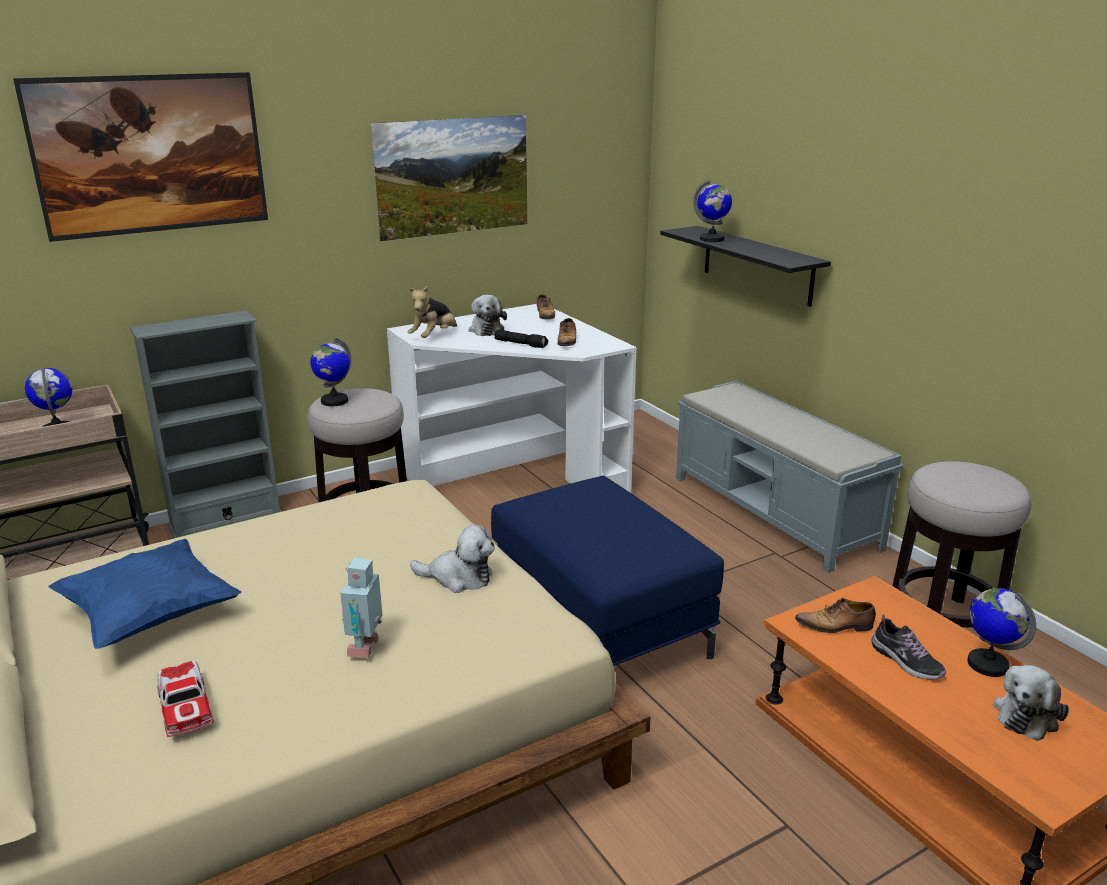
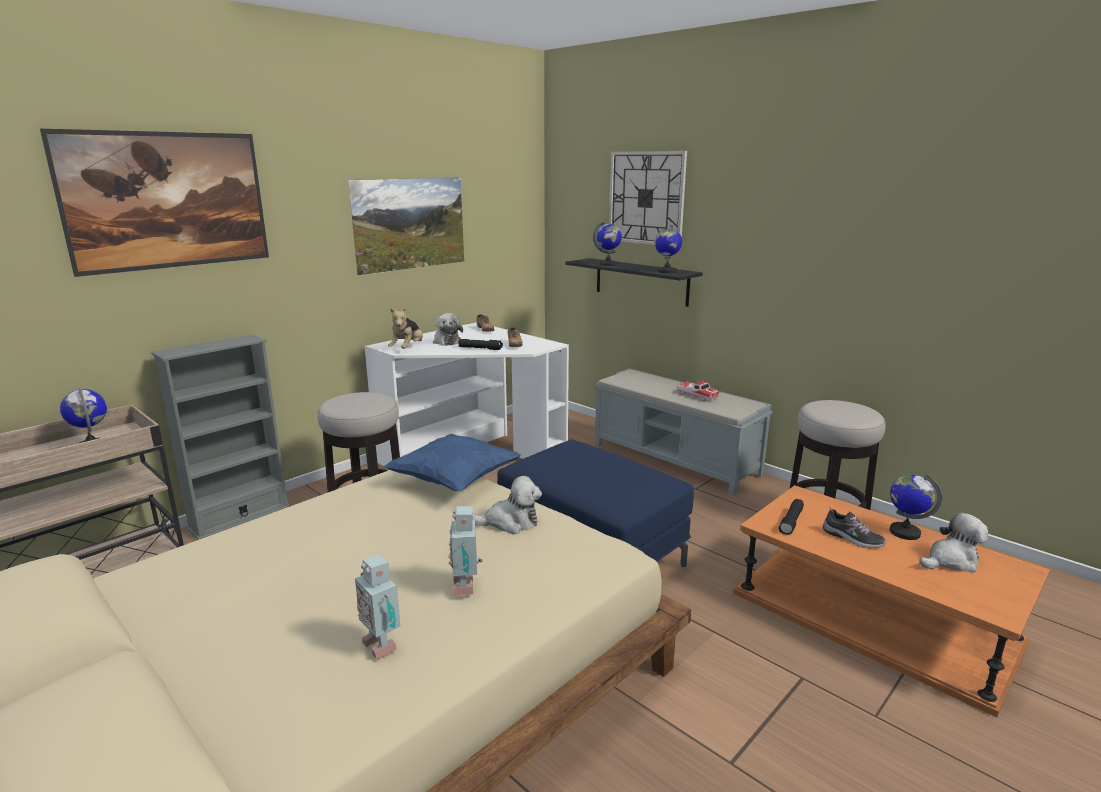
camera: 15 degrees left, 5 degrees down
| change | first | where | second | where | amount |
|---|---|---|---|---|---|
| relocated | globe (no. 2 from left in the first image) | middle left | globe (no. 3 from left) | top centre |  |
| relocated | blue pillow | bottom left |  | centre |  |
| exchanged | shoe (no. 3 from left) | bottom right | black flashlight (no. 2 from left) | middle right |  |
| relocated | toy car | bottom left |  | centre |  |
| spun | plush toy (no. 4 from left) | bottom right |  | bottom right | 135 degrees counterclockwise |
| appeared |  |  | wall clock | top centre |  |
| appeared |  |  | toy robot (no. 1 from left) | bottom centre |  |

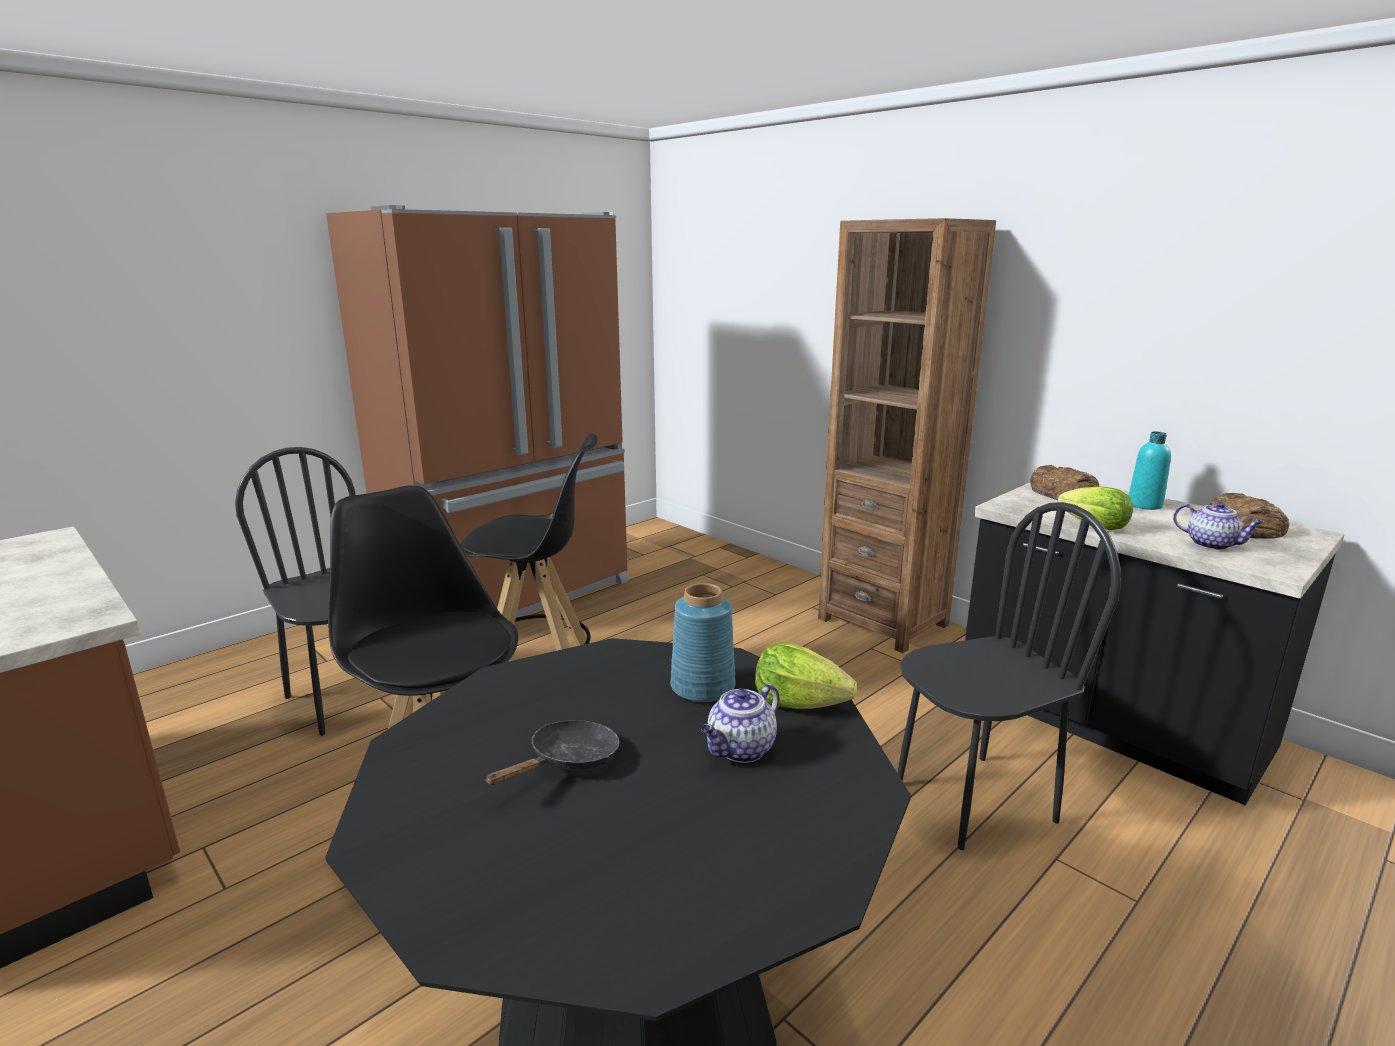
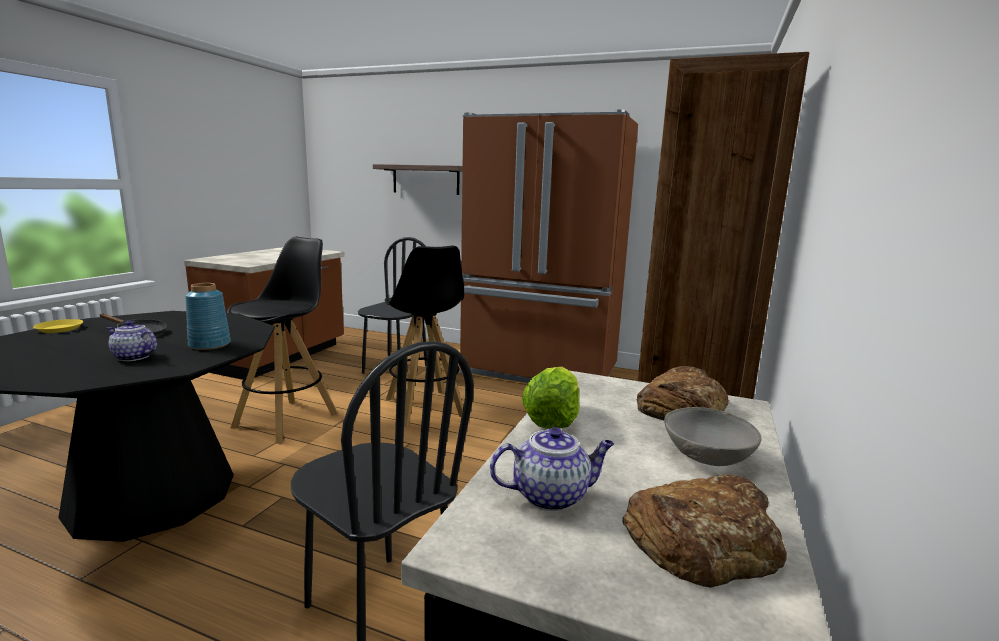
camera: 65 degrees right, 5 degrees down
| change | first | where | second | where | amount |
|---|---|---|---|---|---|
| exchanged | turquoise bottle | middle right | grey bowl | bottom right |  |
| spun | teapot (no. 2 from left) | middle right |  | bottom centre | 120 degrees counterclockwise |
| missing | lettuce (no. 1 from left) | centre |  |  |  |
| appeared |  |  | shelf | top centre |  |
| appeared |  |  | yellow plate | middle left |  |

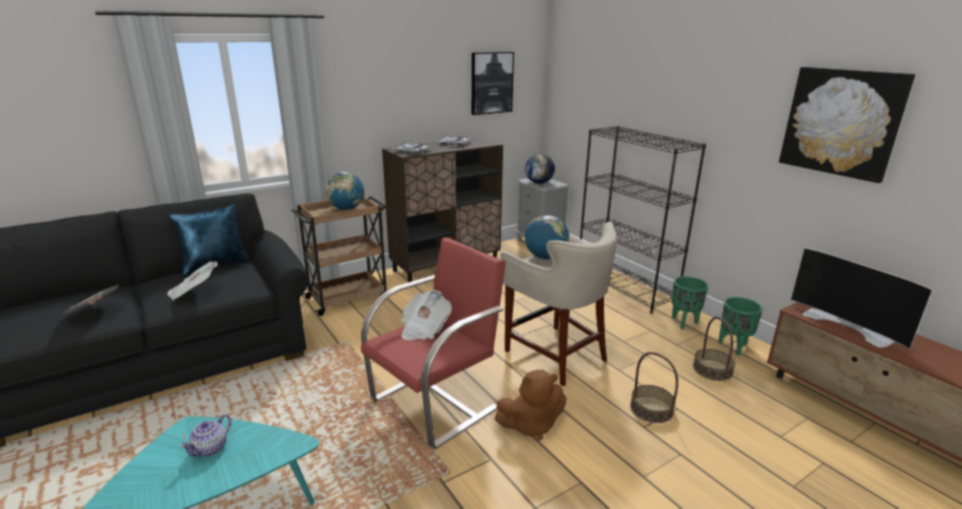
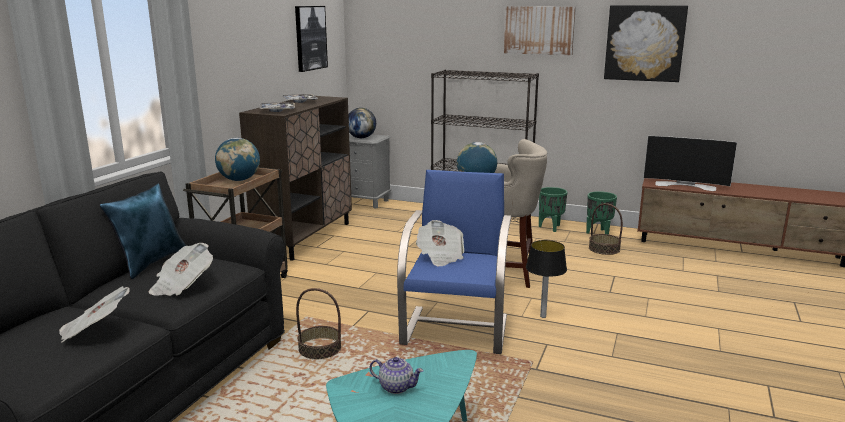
camera: 35 degrees left, 5 degrees down
| change | first | where | second | where | amount |
|---|---|---|---|---|---|
| colour | red armchair | bottom centre | blue armchair | centre |  |
| relocated | basket (no. 1 from left) | bottom right |  | bottom centre |  |
| exchanged | brown plush toy | bottom centre | table lamp | centre |  |
| spun | teapot | bottom left |  | bottom centre | 60 degrees counterclockwise |
| appeared |  |  | picture (no. 2 from left) | top centre |  |

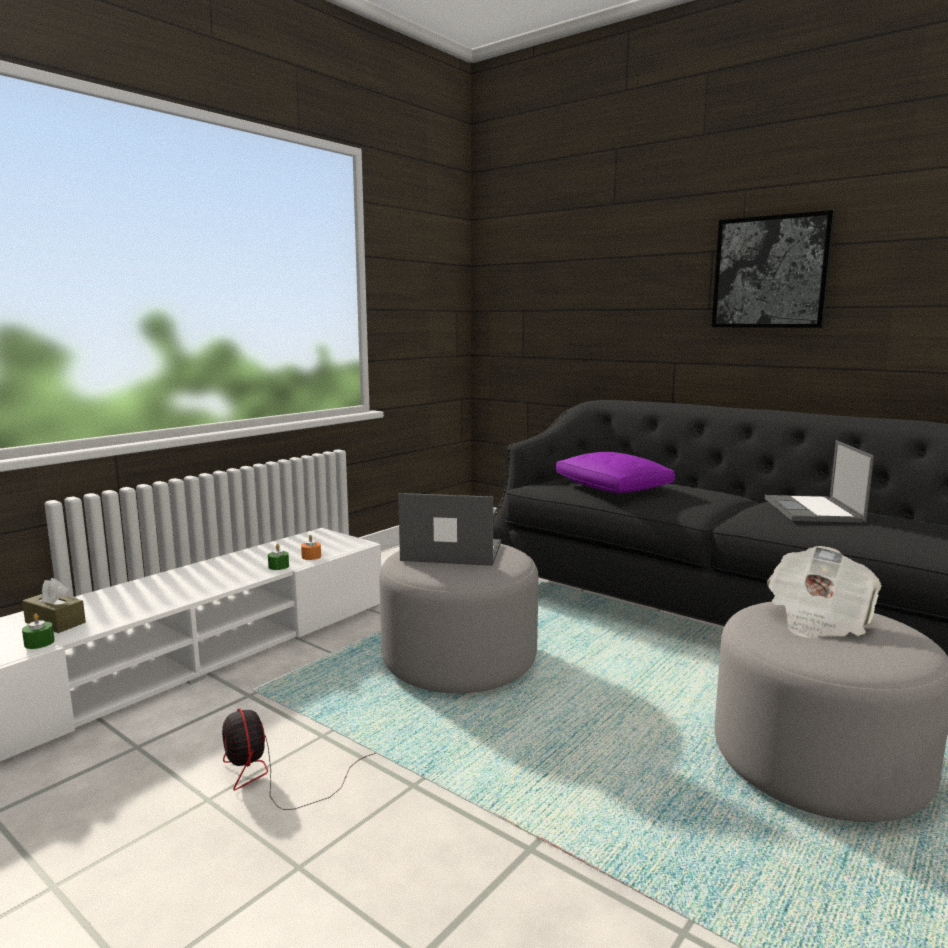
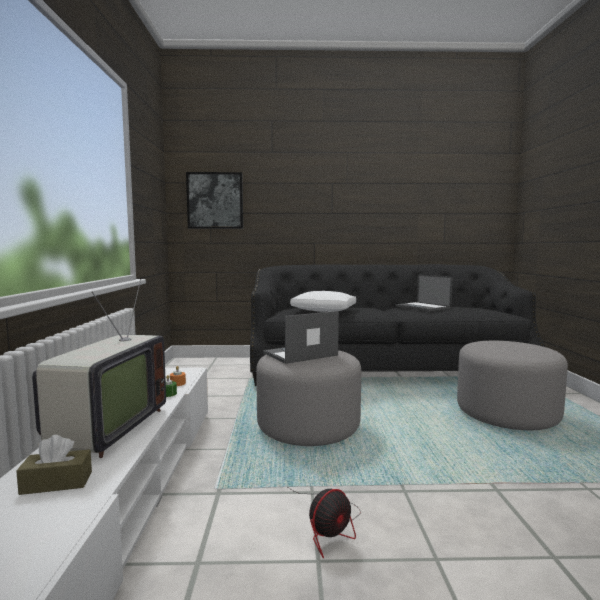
camera: 40 degrees left, 5 degrees down
| change | first | where | second | where | amount |
|---|---|---|---|---|---|
| relocated | picture | top right |  | centre |  |
| colour | purple pillow | centre | white pillow | centre |  |
| missing | newspaper | middle right |  |  |  |
| missing | green candle (no. 1 from left) | middle left |  |  |  |
| spun | fan | bottom left |  | bottom centre | 60 degrees counterclockwise |
| appeared |  |  | television | middle left |  |

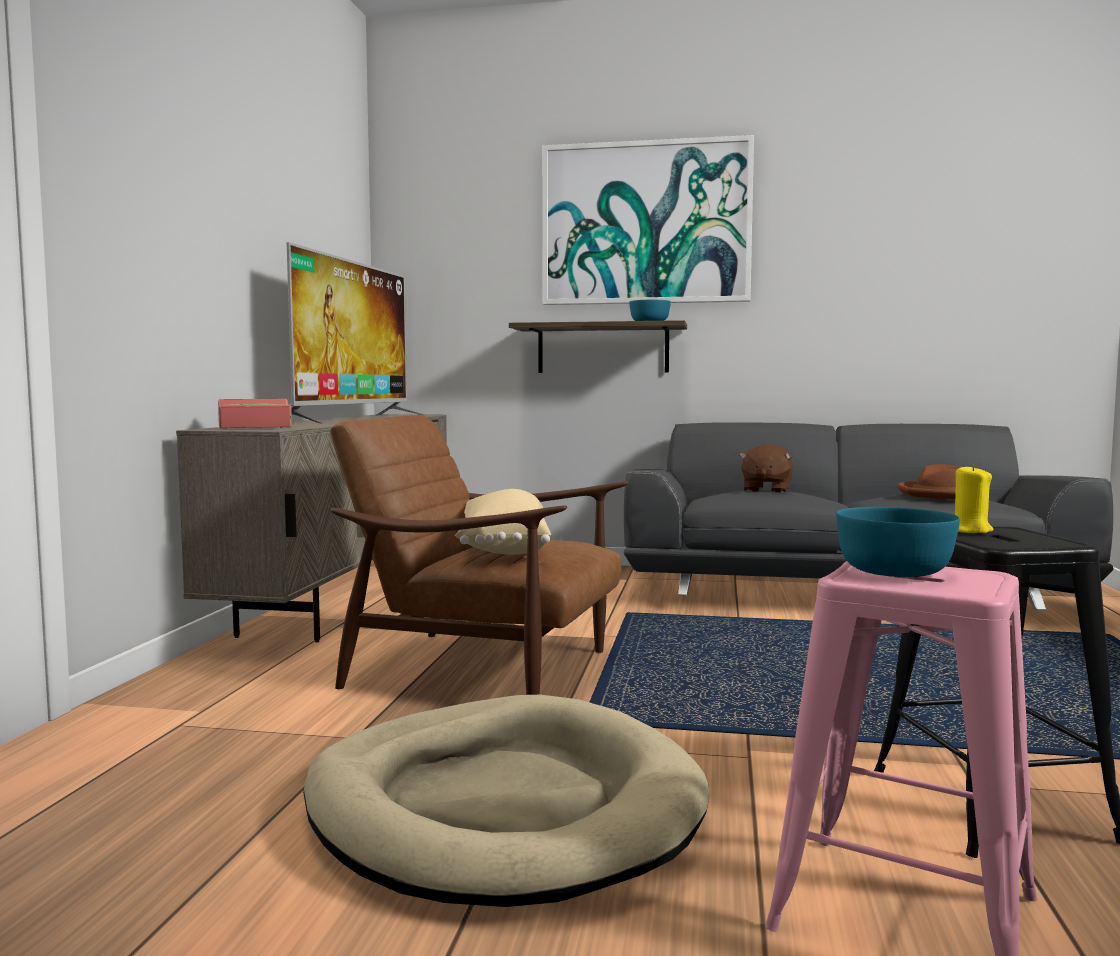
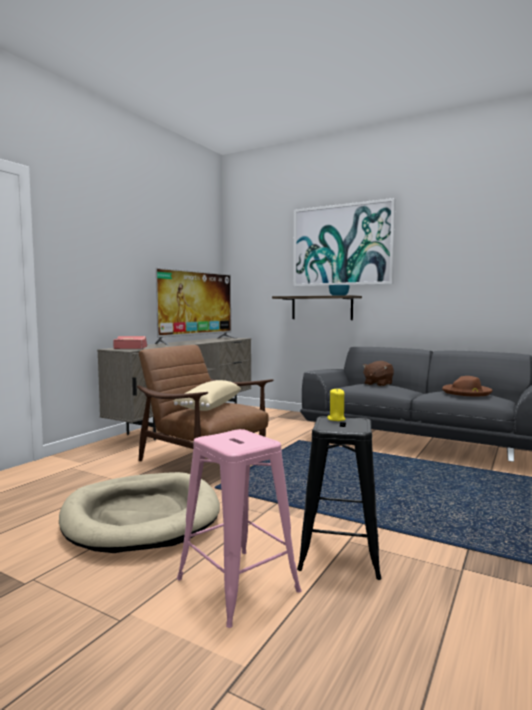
camera: 20 degrees right, 0 degrees up
| change | first | where | second | where | amount |
|---|---|---|---|---|---|
| missing | turquoise bowl (no. 2 from left) | middle right |  |  |  |

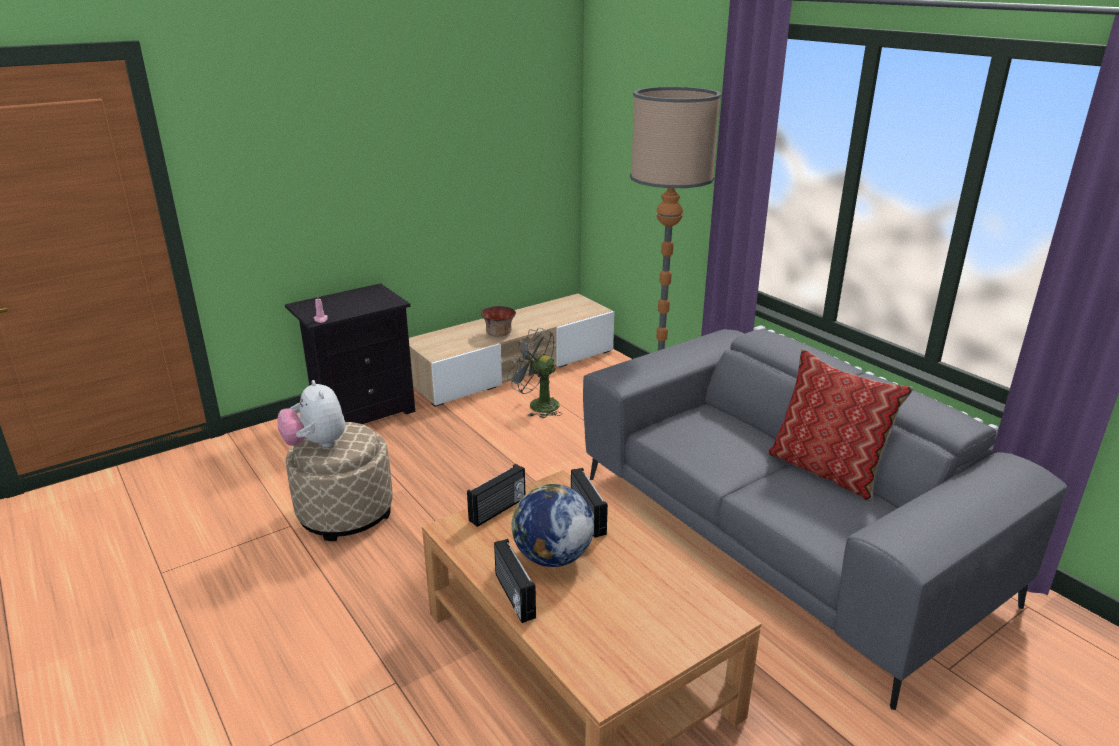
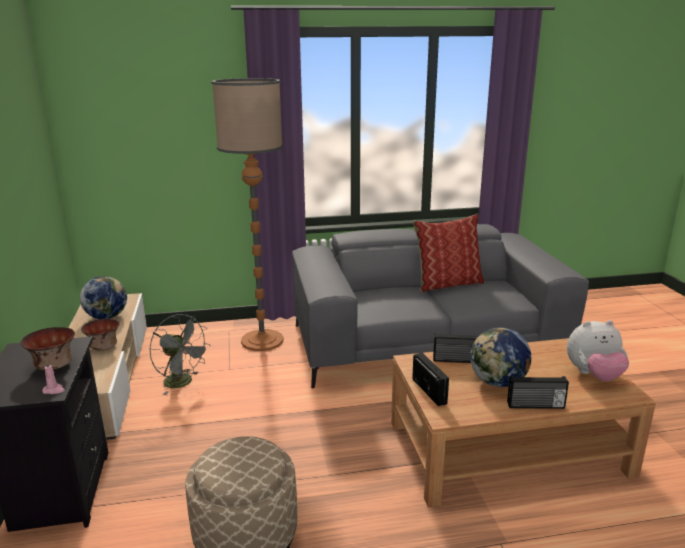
camera: 65 degrees left, 5 degrees down
| change | first | where | second | where | amount |
|---|---|---|---|---|---|
| spun | grey fan | centre |  | middle left | 105 degrees counterclockwise |
| relocated | plush toy | middle left |  | middle right |  |
| appeared |  |  | globe (no. 1 from left) | middle left |  |
| appeared |  |  | bowl (no. 1 from left) | middle left |  |

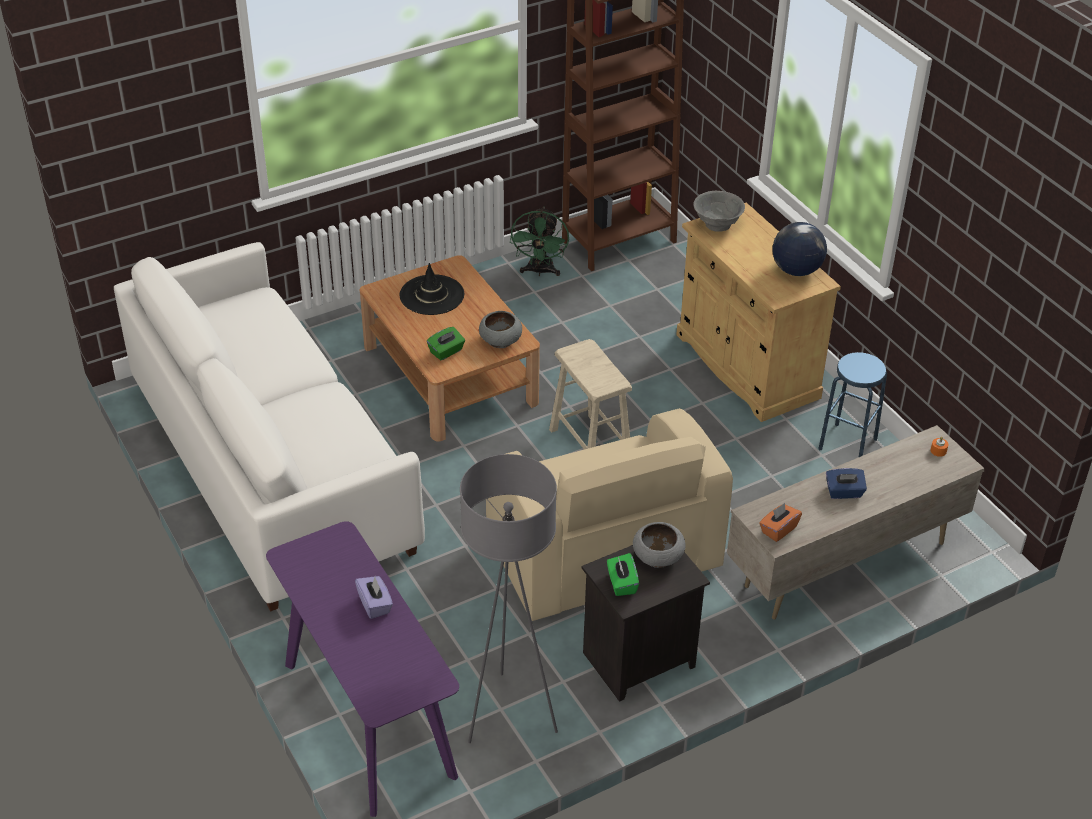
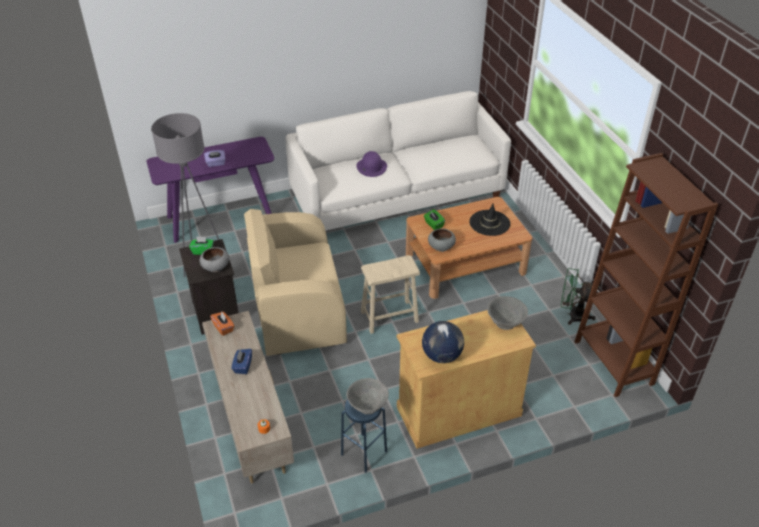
camera: 100 degrees right, 0 degrees up
| change | first | where | second | where | amount |
|---|---|---|---|---|---|
| appeared |  |  | purple hat | top centre |  |
| appeared |  |  | grey bowl (no. 2 from left) | bottom centre |  |

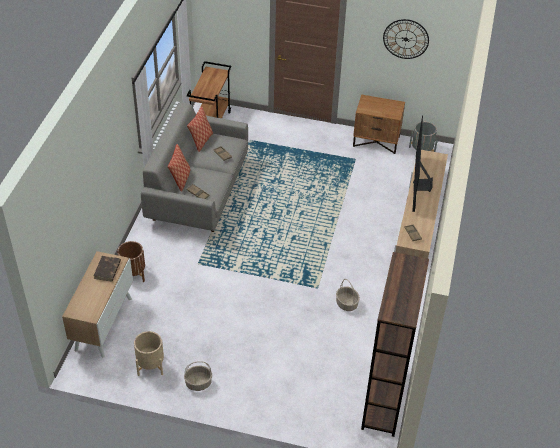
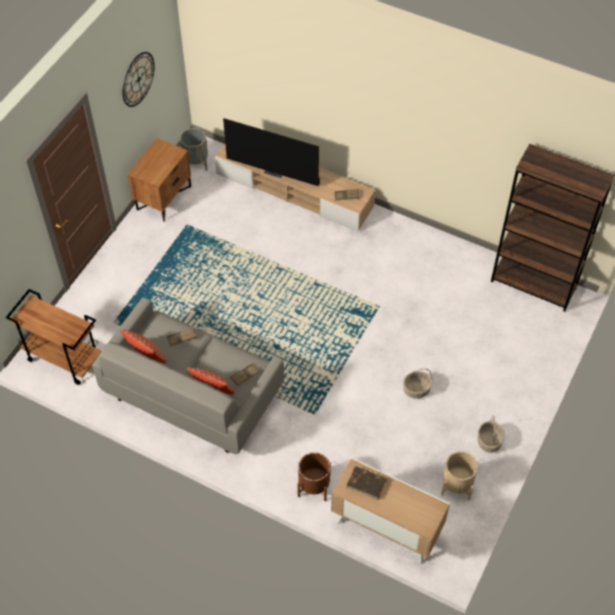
camera: 75 degrees left, 10 degrees up
| change | first | where | second | where | amount |
|---|---|---|---|---|---|
| relocated | basket (no. 2 from left in the first image) | centre | basket (no. 1 from left) | middle right |  |

